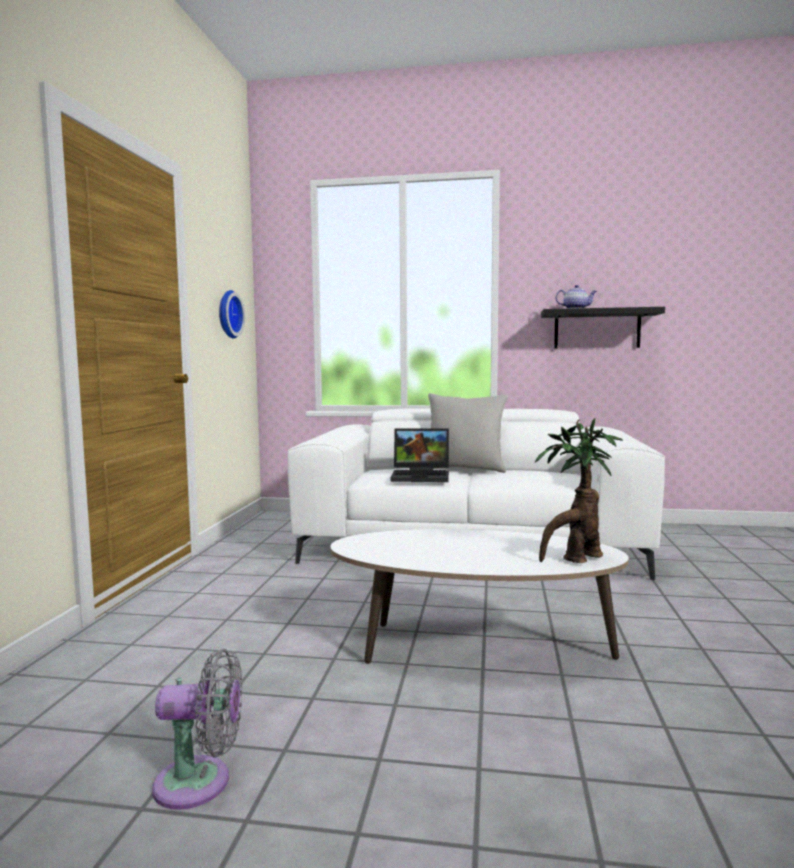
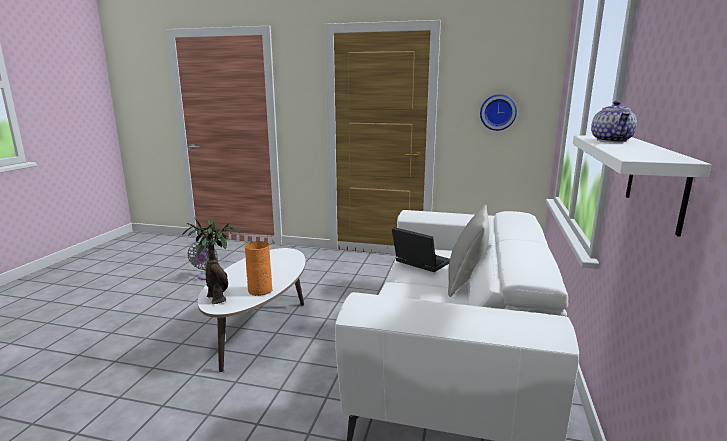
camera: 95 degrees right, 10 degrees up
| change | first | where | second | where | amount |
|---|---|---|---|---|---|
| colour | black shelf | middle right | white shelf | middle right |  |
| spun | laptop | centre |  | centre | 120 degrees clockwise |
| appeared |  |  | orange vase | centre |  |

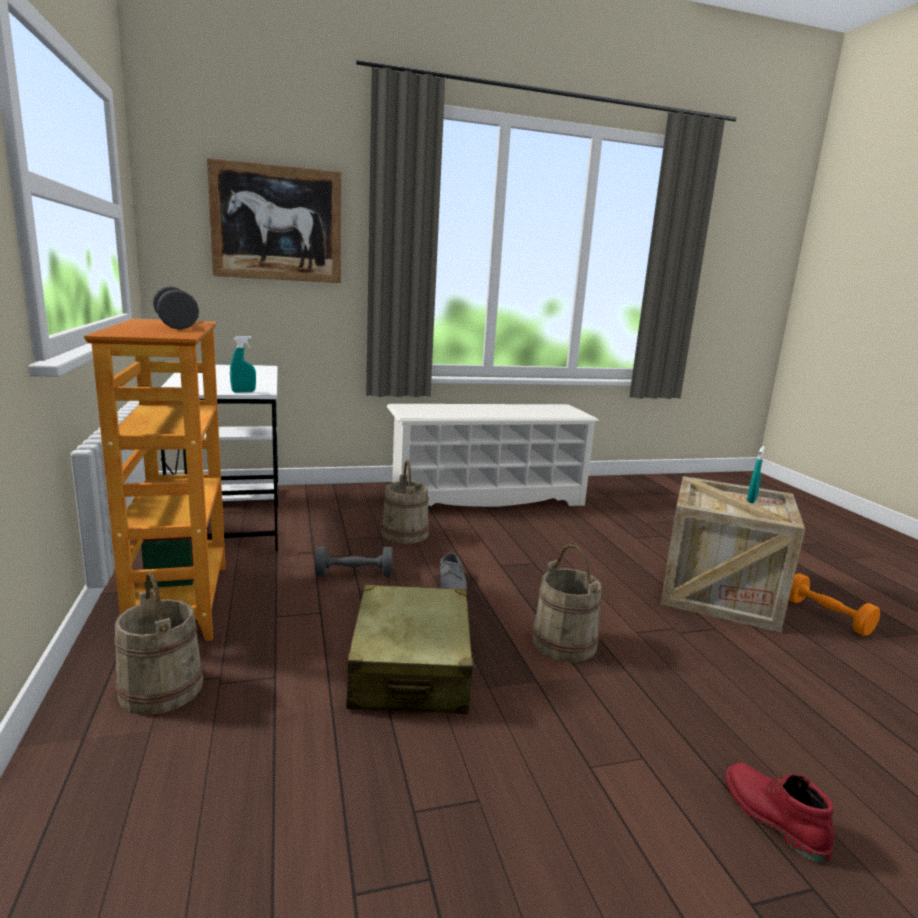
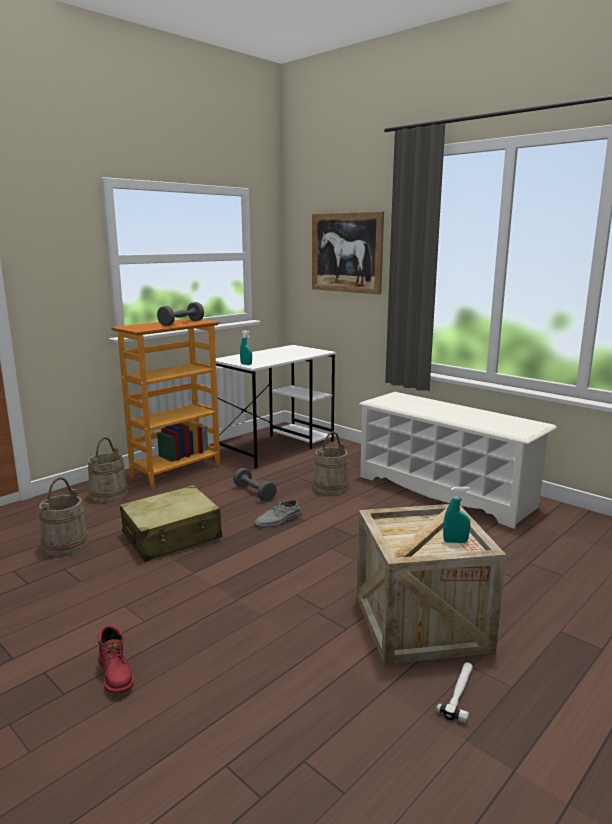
camera: 60 degrees right, 0 degrees up
| change | first | where | second | where | amount |
|---|---|---|---|---|---|
| relocated | beige bucket (no. 3 from left in the first image) | centre | beige bucket (no. 1 from left) | middle left |  |
| exchanged | orange dumbbell | middle right | hammer | bottom right |  |
| spun | red boot | bottom right |  | bottom left | 120 degrees clockwise |

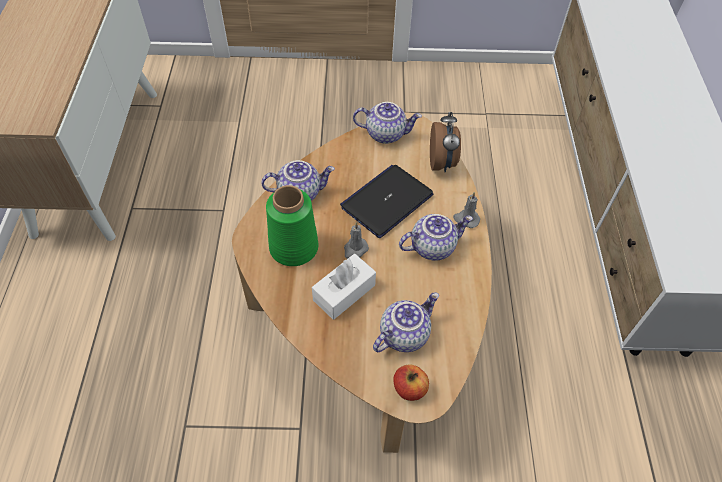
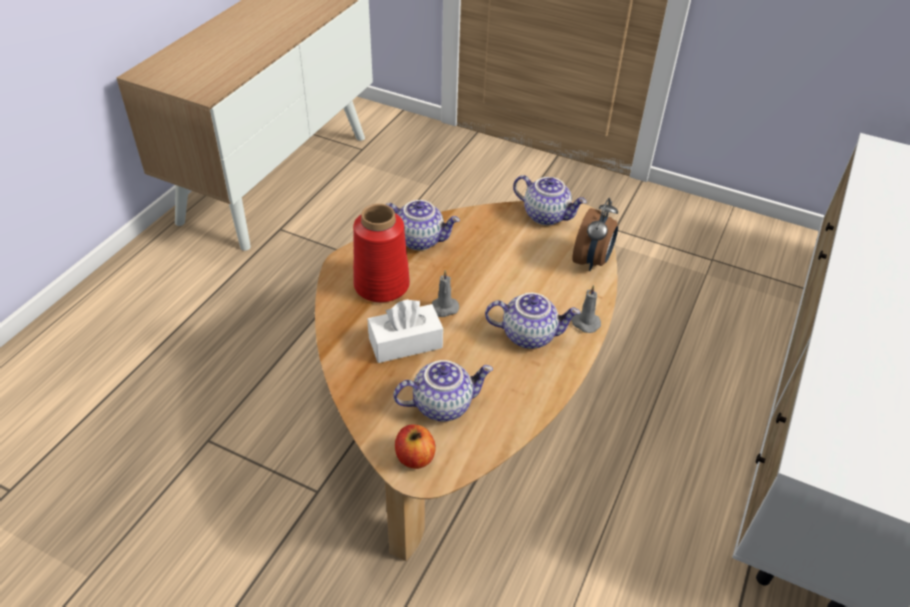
camera: 25 degrees right, 10 degrees down
| change | first | where | second | where | amount |
|---|---|---|---|---|---|
| missing | laptop | centre |  |  |  |
| colour | green vase | centre | red vase | centre |  |

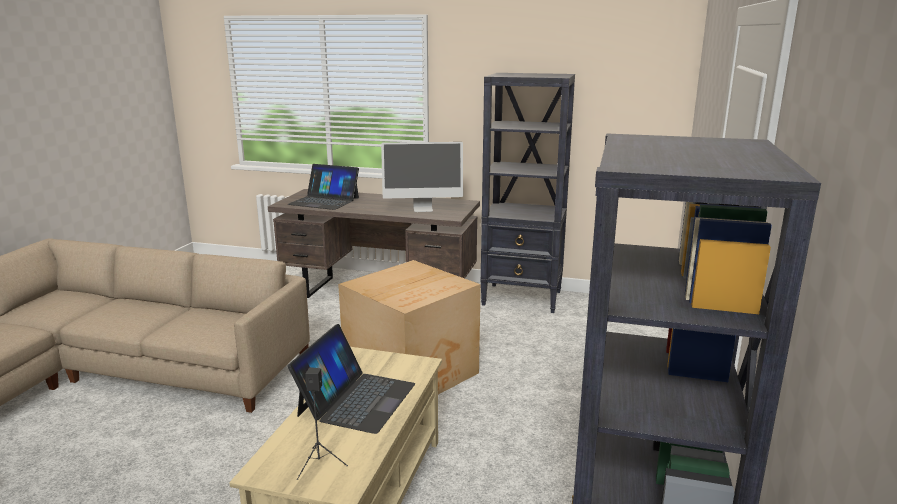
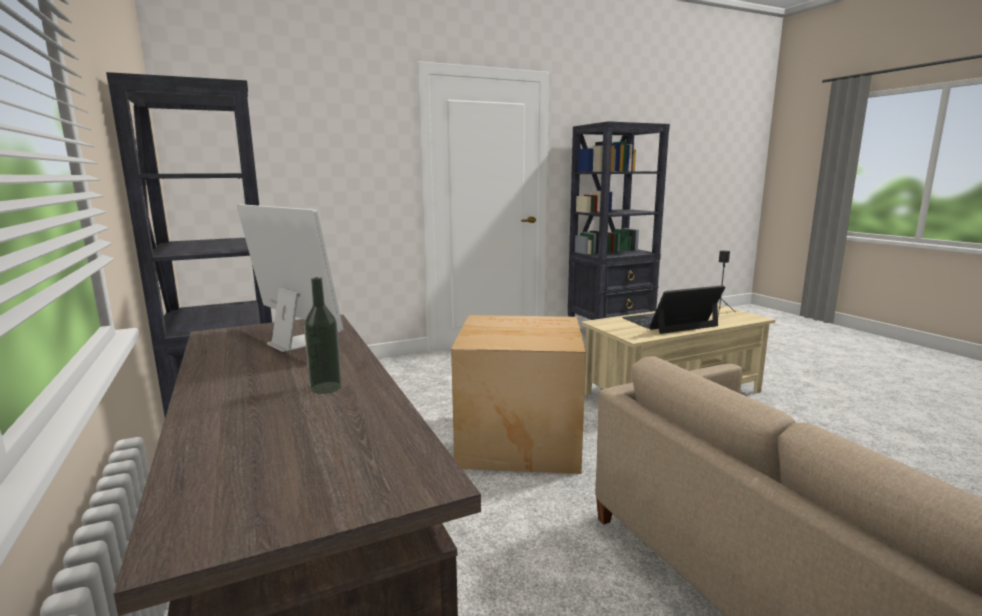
camera: 130 degrees left, 5 degrees down
| change | first | where | second | where | amount |
|---|---|---|---|---|---|
| missing | laptop (no. 1 from left) | centre |  |  |  |
| appeared |  |  | bottle | middle left |  |

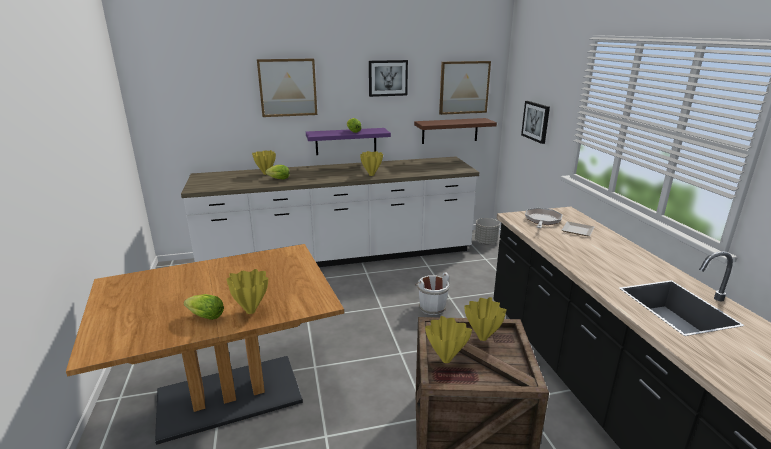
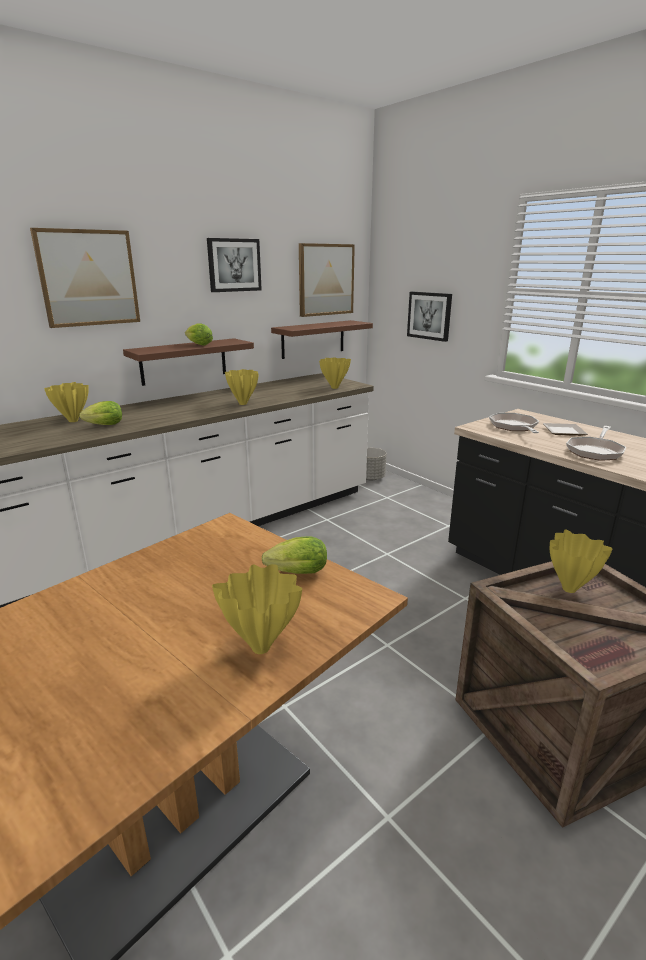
camera: 25 degrees left, 0 degrees up
| change | first | where | second | where | amount |
|---|---|---|---|---|---|
| colour | purple shelf | top centre | brown shelf (no. 1 from left) | middle left |  |
| missing | white bucket | centre |  |  |  |
| relocated | lettuce (no. 1 from left in the first image) | bottom left | lettuce (no. 3 from left) | centre |  |
| relocated | yellow vase (no. 4 from left) | bottom centre |  | centre |  |
| appeared |  |  | frying pan (no. 2 from left) | middle right |  |

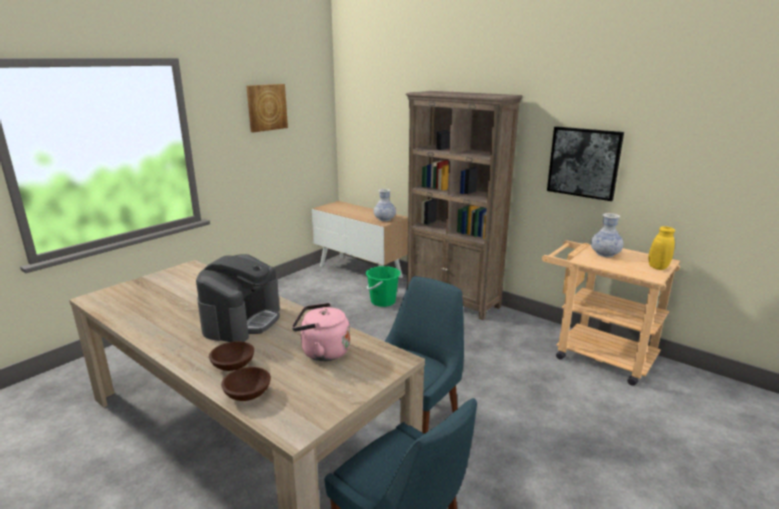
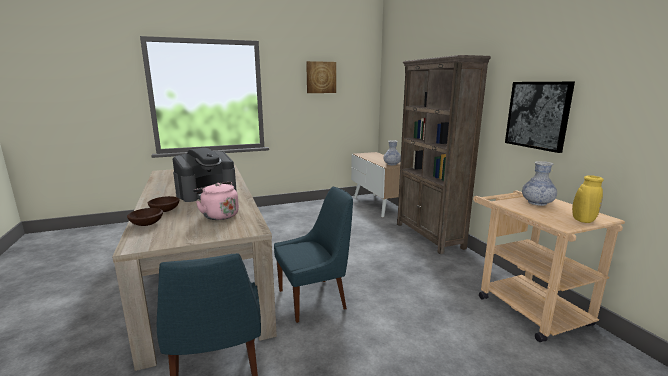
camera: 30 degrees right, 5 degrees down
| change | first | where | second | where | amount |
|---|---|---|---|---|---|
| missing | green bucket | centre |  |  |  |

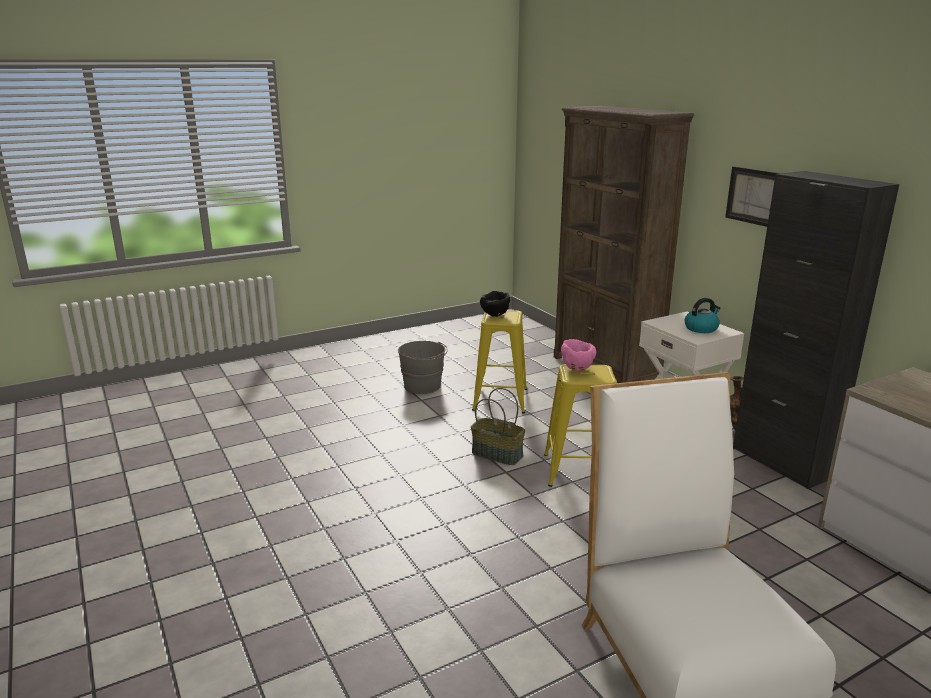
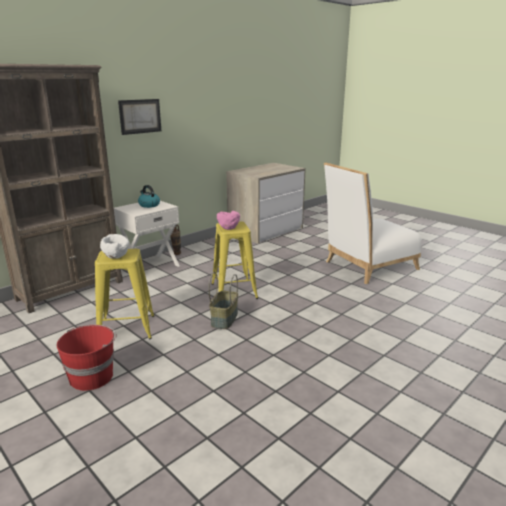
camera: 105 degrees left, 0 degrees up
| change | first | where | second | where | amount |
|---|---|---|---|---|---|
| missing | black cabinet | middle right |  |  |  |
| colour | black bowl | centre | white bowl | middle left |  |
| colour | grey bucket | centre | red bucket | bottom left |  |

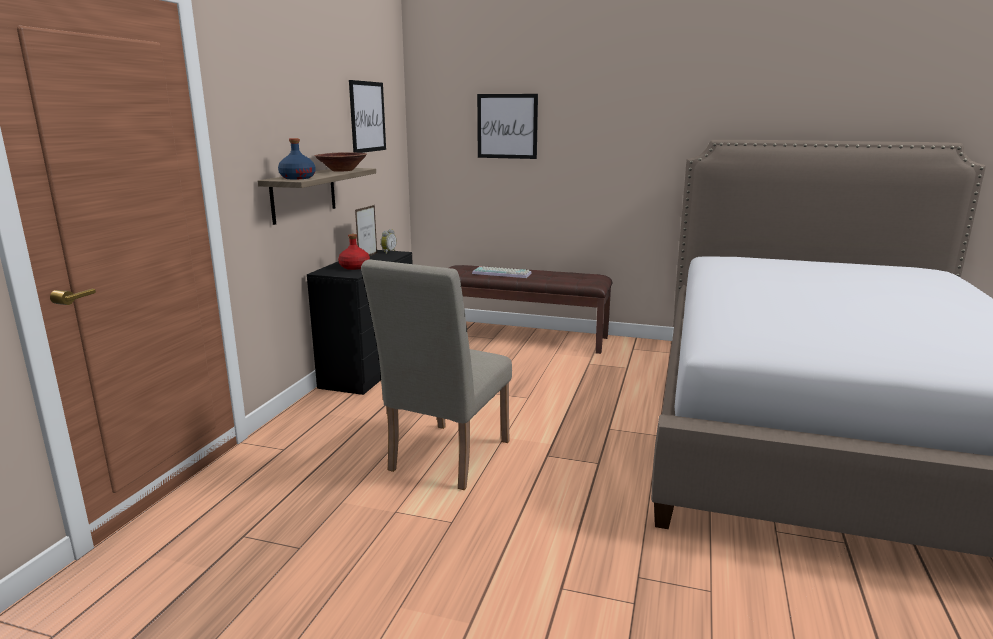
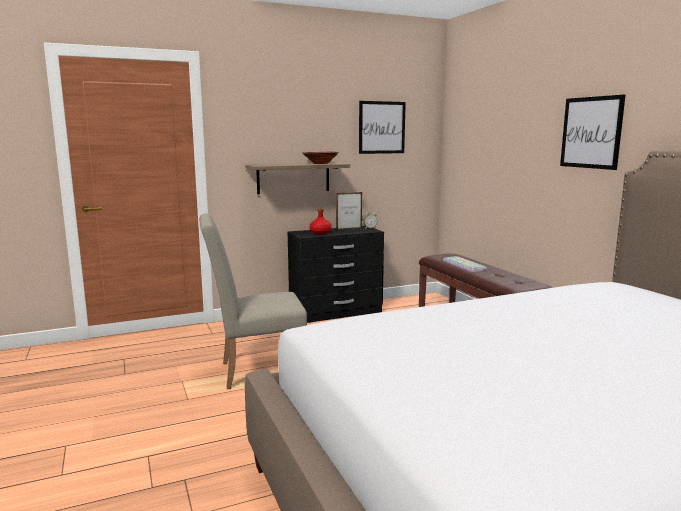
camera: 50 degrees right, 5 degrees down
| change | first | where | second | where | amount |
|---|---|---|---|---|---|
| relocated | picture (no. 2 from left) | top centre |  | top right |  |
| missing | blue bottle | top left |  |  |  |

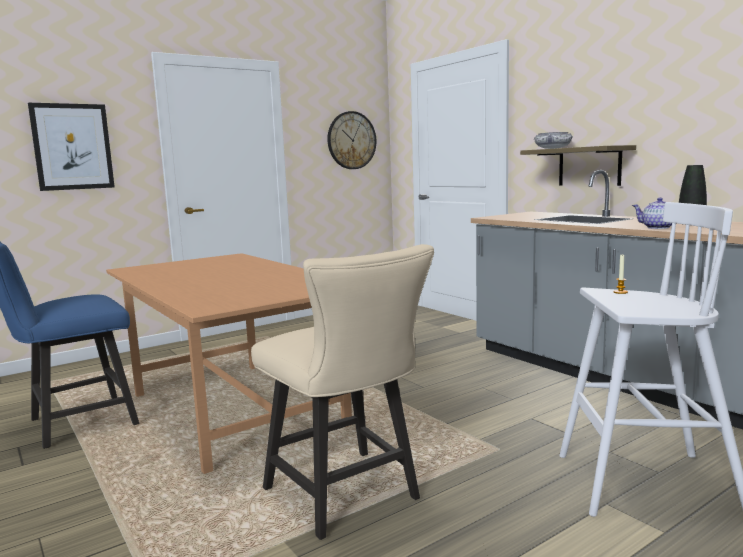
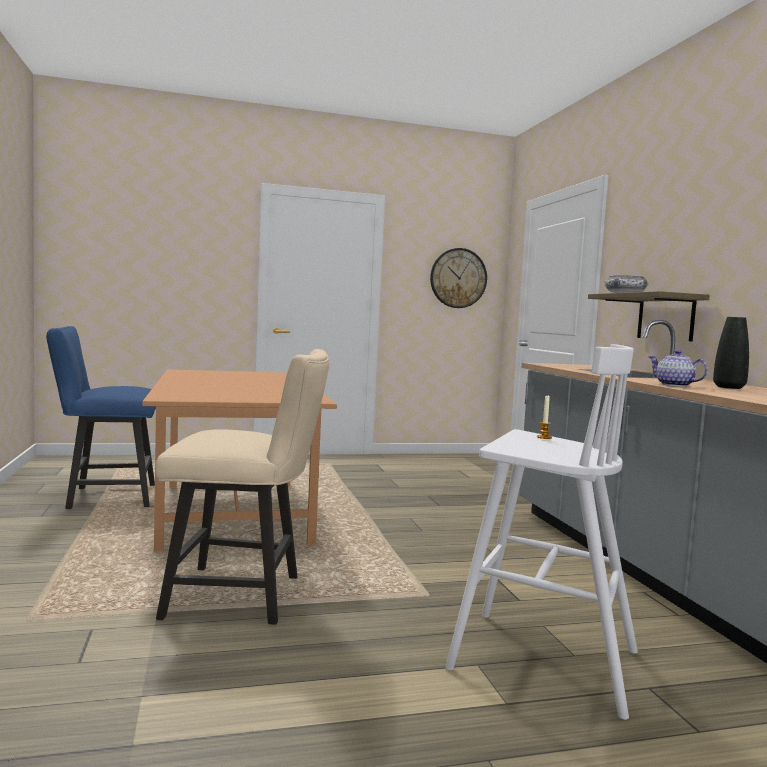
camera: 20 degrees right, 5 degrees down
| change | first | where | second | where | amount |
|---|---|---|---|---|---|
| missing | picture | top left |  |  |  |
| spun | beige chair | bottom centre |  | middle left | 75 degrees counterclockwise |

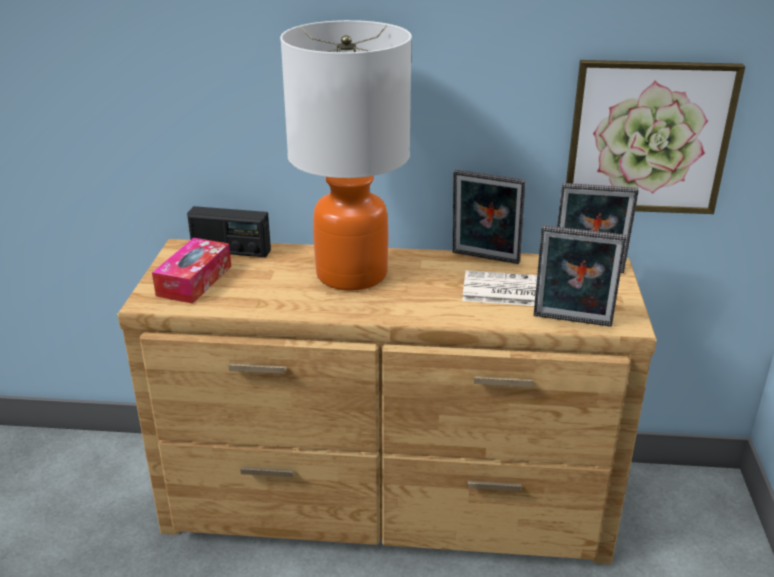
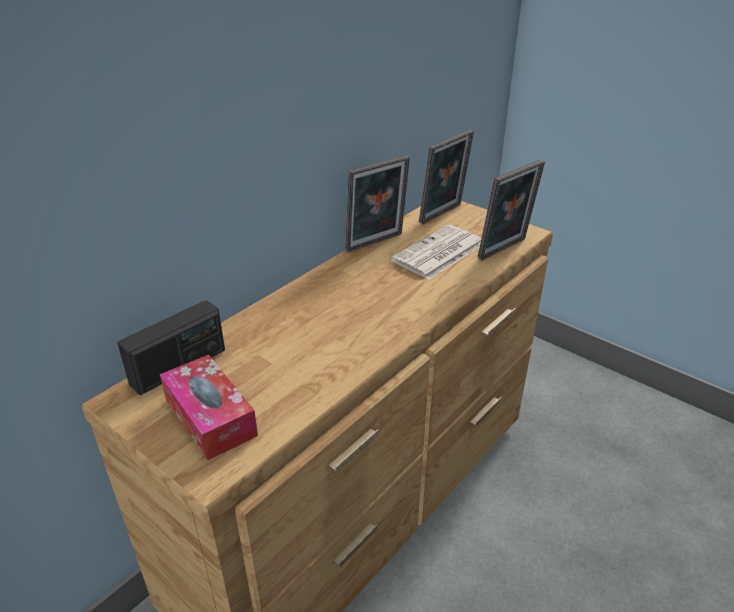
camera: 55 degrees left, 5 degrees up
| change | first | where | second | where | amount |
|---|---|---|---|---|---|
| missing | table lamp | top centre |  |  |  |
| missing | picture | top right |  |  |  |

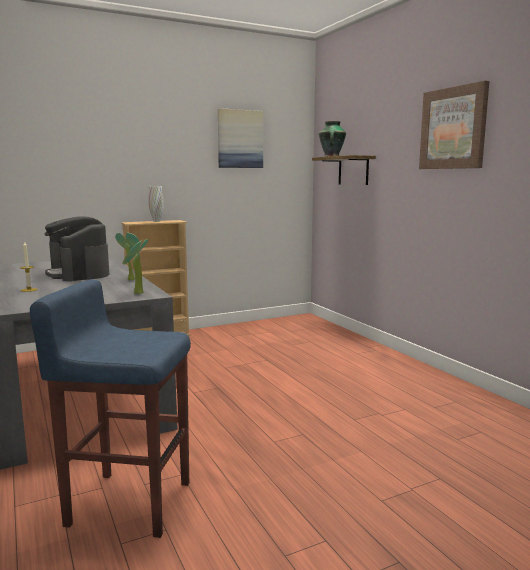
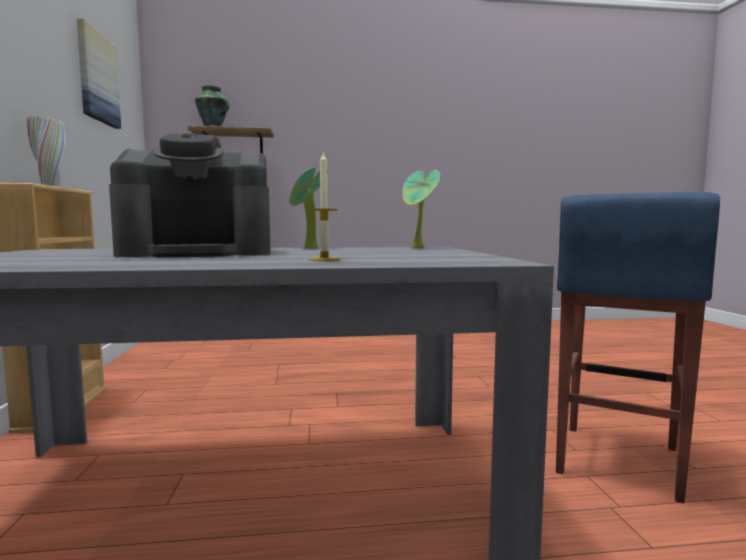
camera: 70 degrees left, 5 degrees down
| change | first | where | second | where | amount |
|---|---|---|---|---|---|
| missing | picture (no. 2 from left) | top right |  |  |  |

